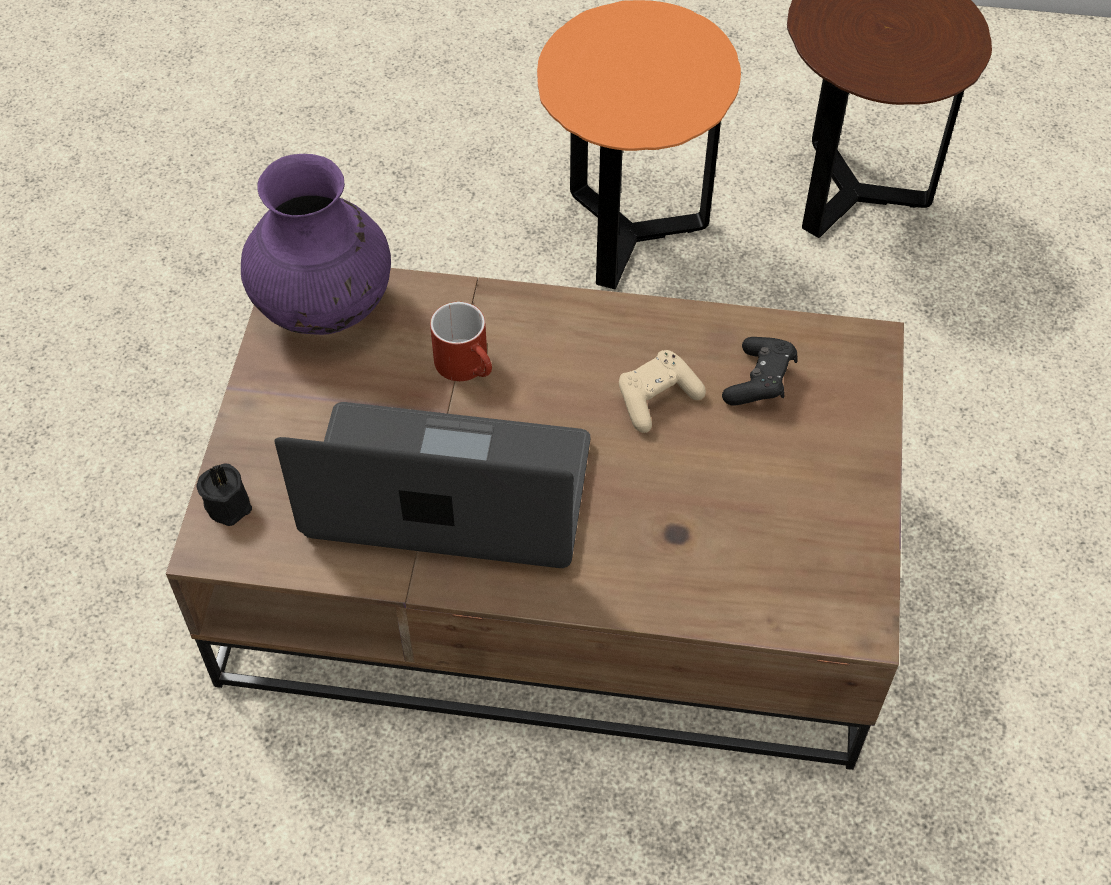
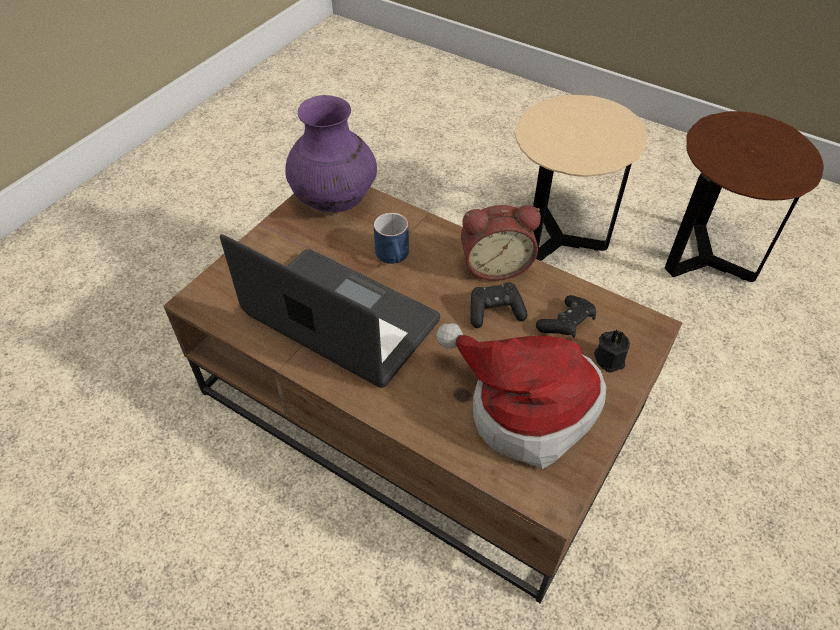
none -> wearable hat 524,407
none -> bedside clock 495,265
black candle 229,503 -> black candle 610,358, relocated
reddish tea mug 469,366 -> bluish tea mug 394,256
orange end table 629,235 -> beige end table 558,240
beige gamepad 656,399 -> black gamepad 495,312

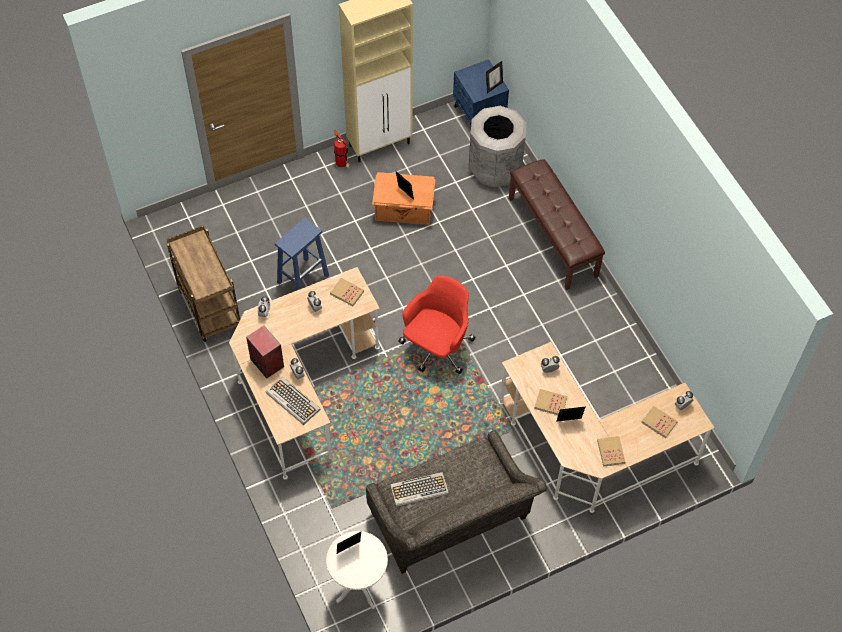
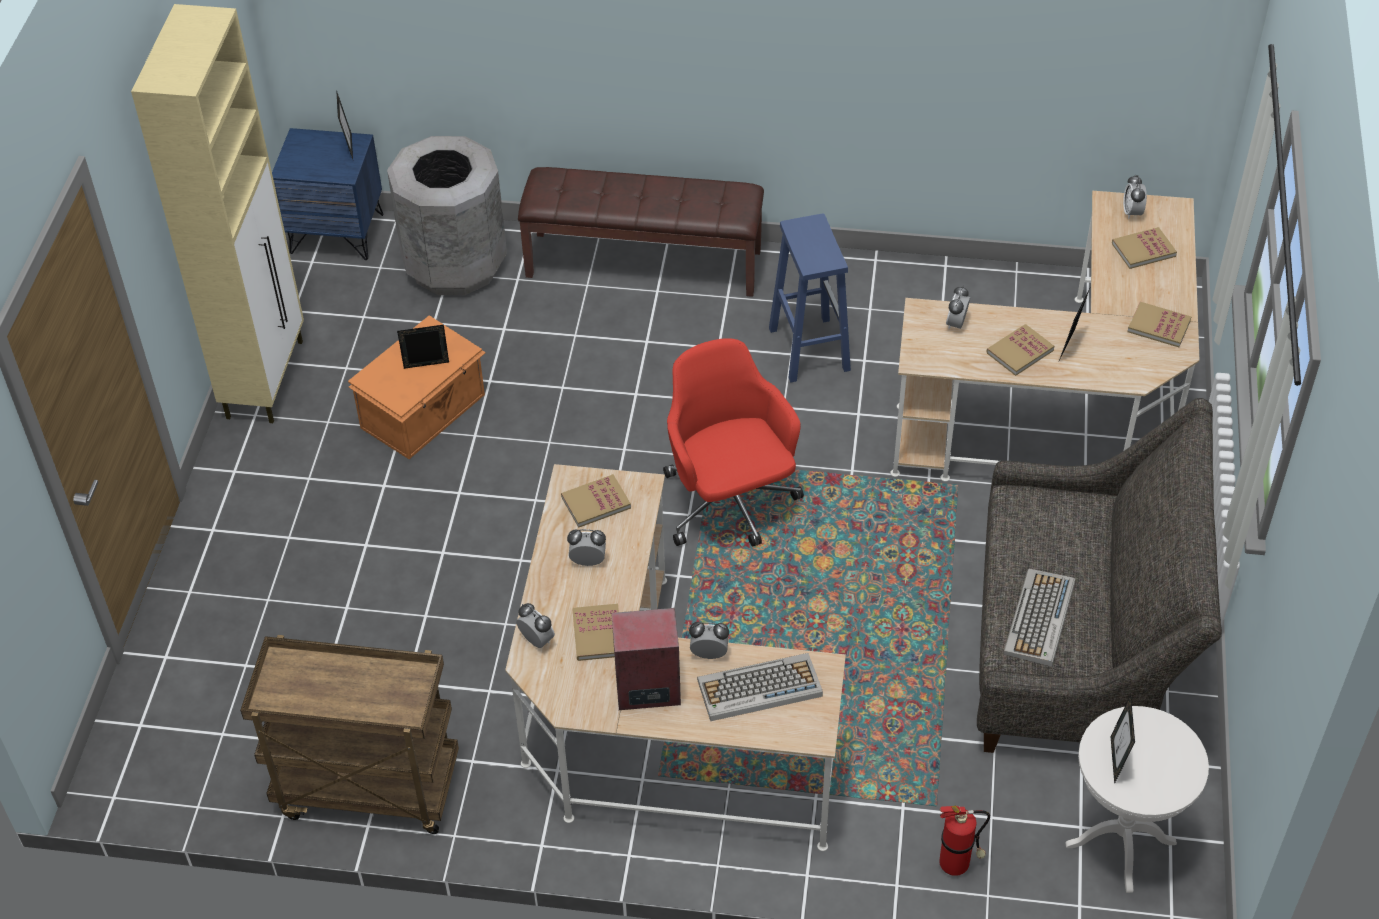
none -> book 597,634
bluish stool seat 303,278 -> bluish stool seat 808,348, relocated
extinguisher 342,164 -> extinguisher 957,865, relocated

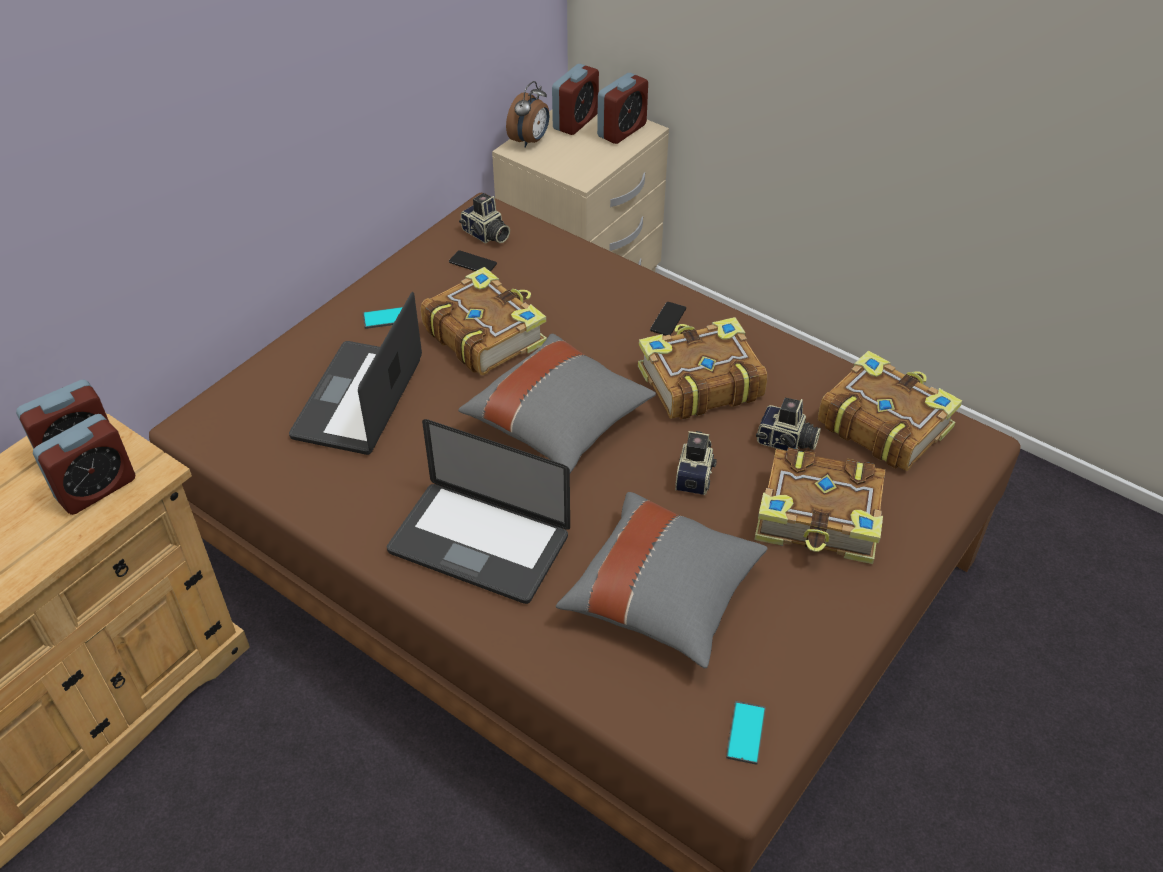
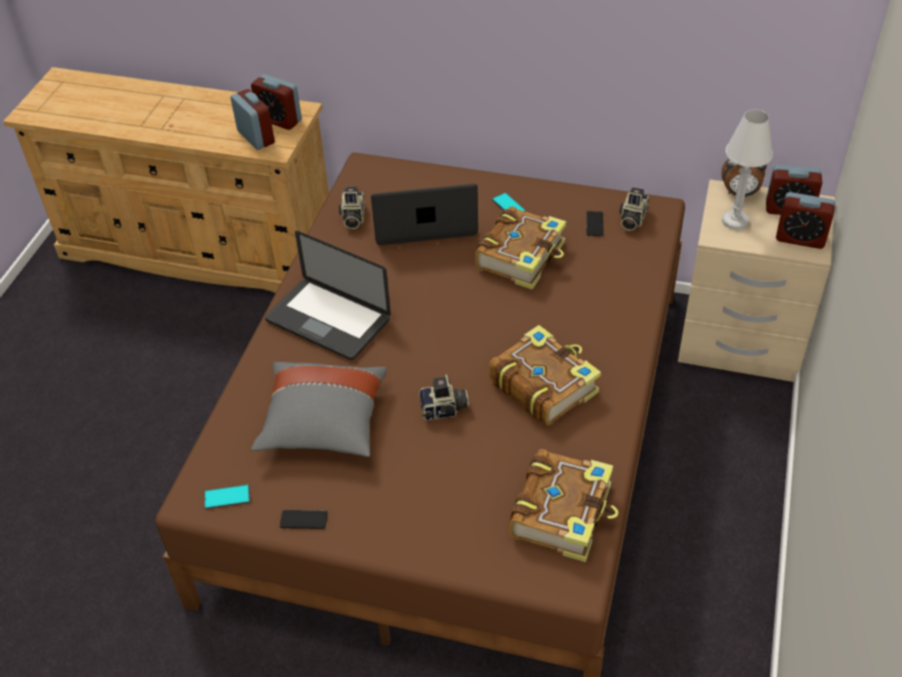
greyish pillow 558,422 -> none
book 820,519 -> none
none -> white table lamp 735,221
handset 668,319 -> handset 303,520, relocated
photo camera 786,442 -> photo camera 352,218, relocated
bedside clock 96,488 -> bedside clock 256,137, 150 degrees counterclockwise
portable computer 479,544 -> portable computer 328,320, 60 degrees counterclockwise

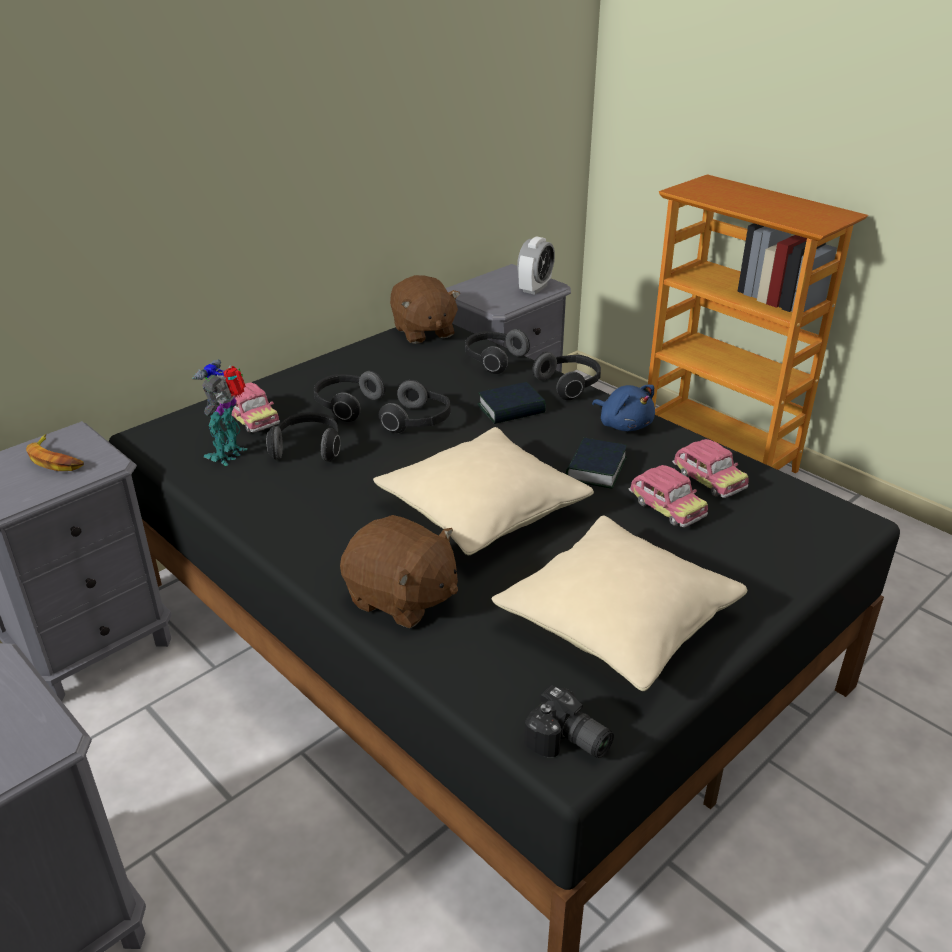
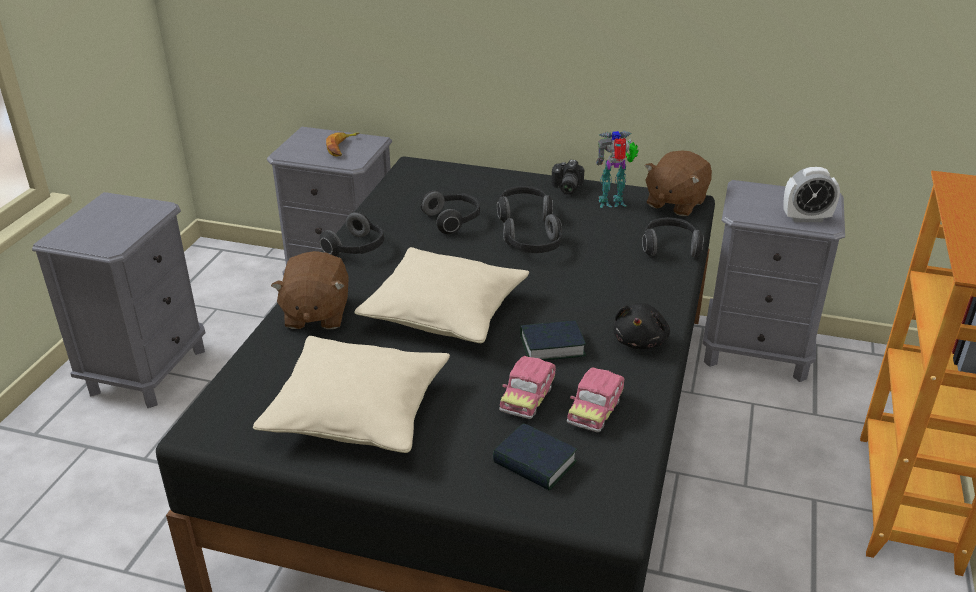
model car 251,419 -> none
robot figure 230,454 -> robot figure 613,203, relocated
book 511,409 -> book 534,463, relocated
photo camera 568,743 -> photo camera 565,188, relocated
pair of headphones 569,385 -> pair of headphones 356,249, relocated
bluish cuddly toy 624,424 -> black cuddly toy 640,341

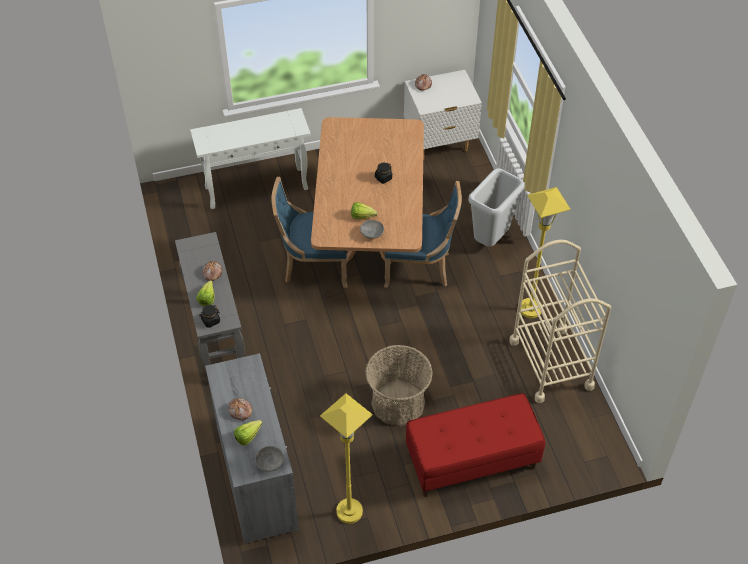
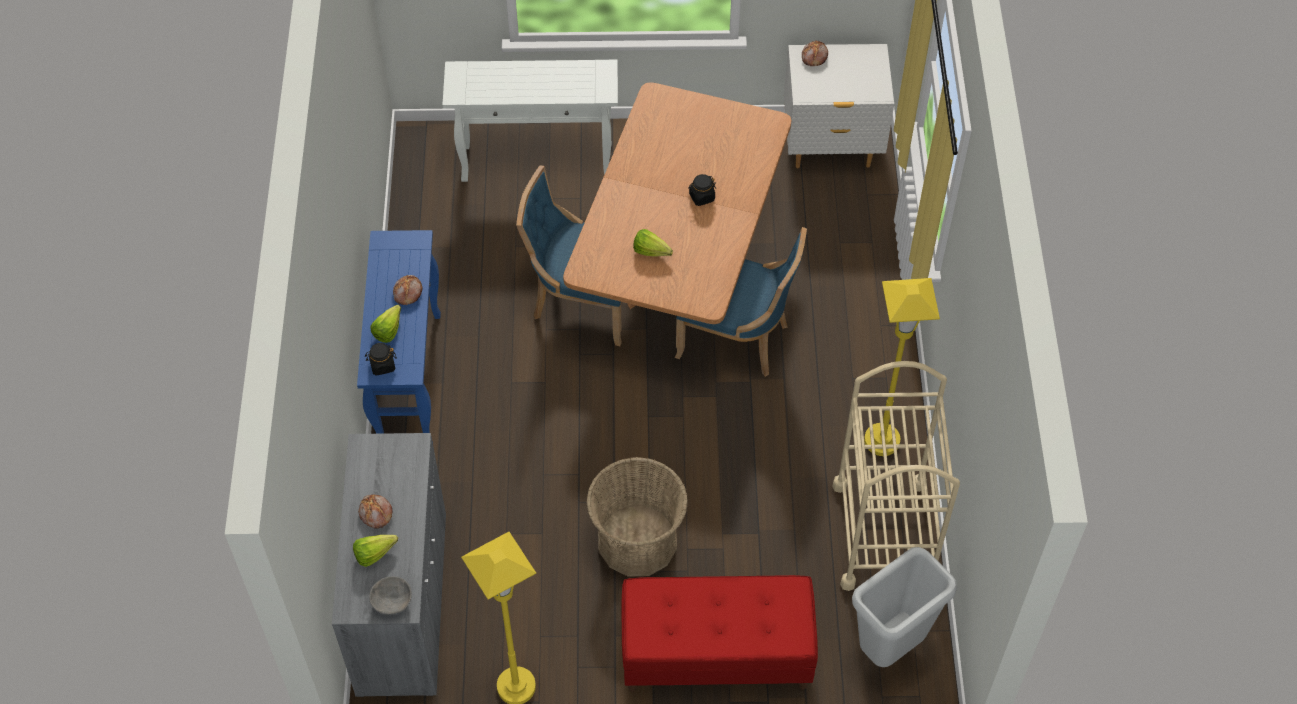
greyish bowl 372,234 -> none
greyish waste bin 491,241 -> greyish waste bin 890,649, relocated
greyish narrow table 216,336 -> bluish narrow table 409,379

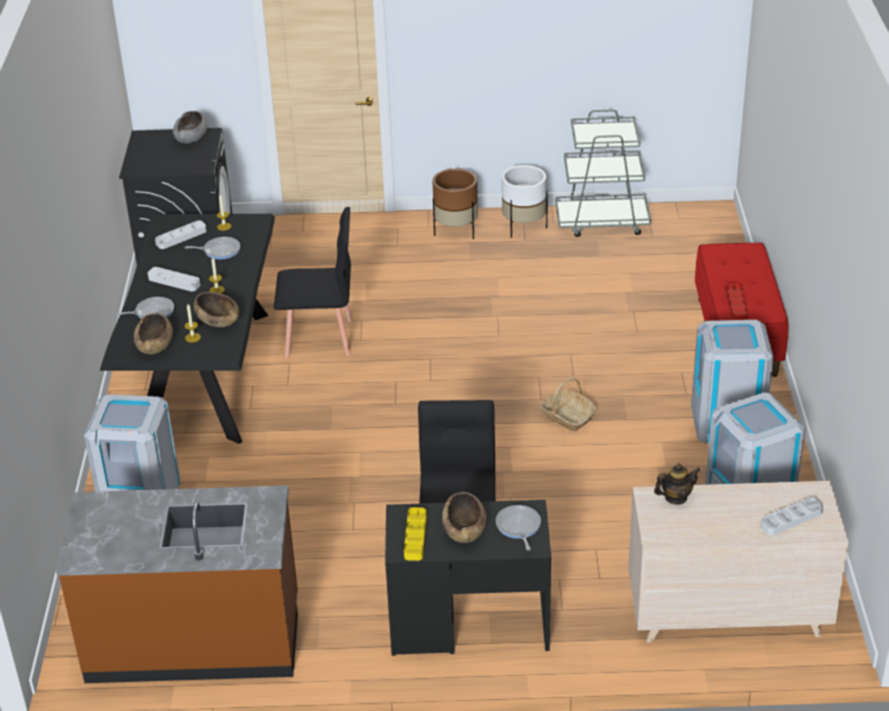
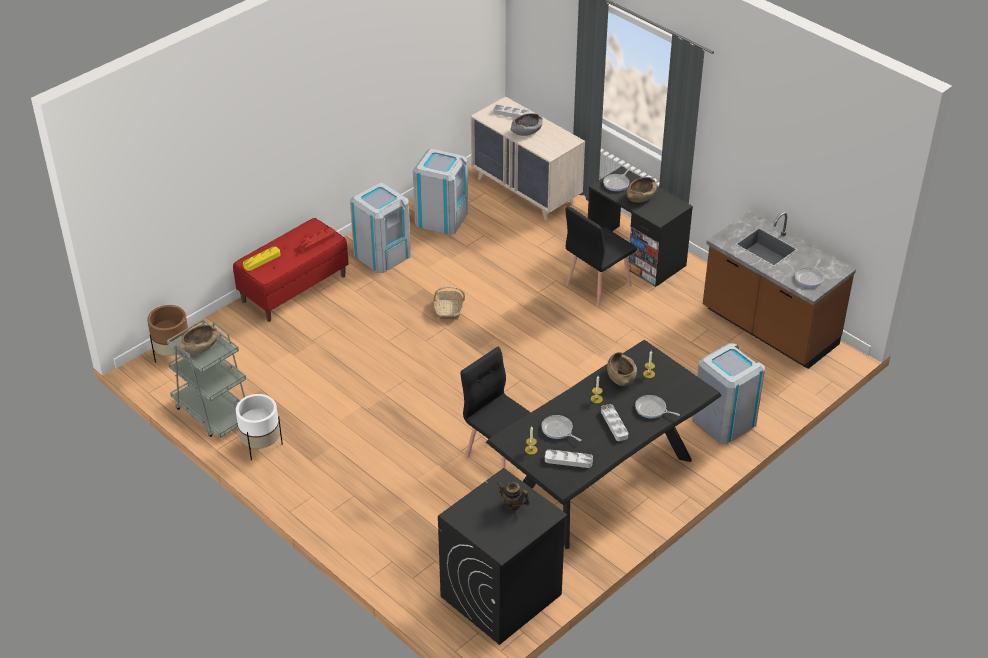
none -> skillet 809,278
brown bowl 155,345 -> brown bowl 200,346, relocated
greyish bowl 191,137 -> greyish bowl 526,131, relocated
yellowish tray 415,536 -> yellowish tray 262,260, relocated
brown flower pot 456,231 -> brown flower pot 173,355, relocated
teapot 675,497 -> teapot 512,505, relocated

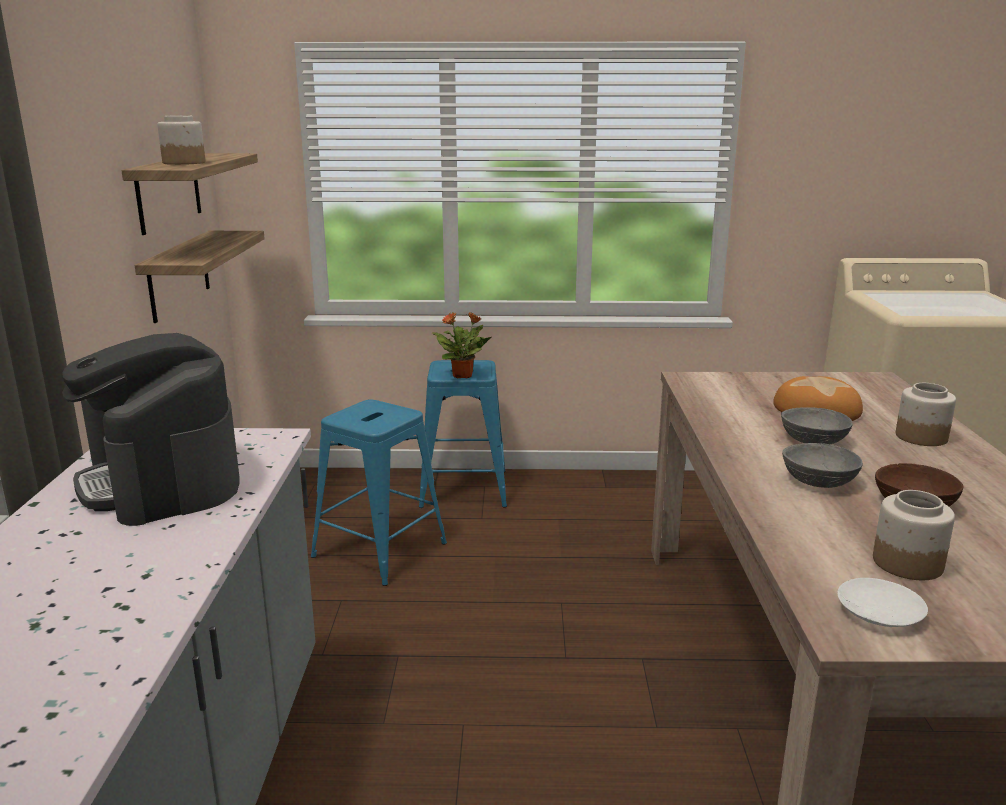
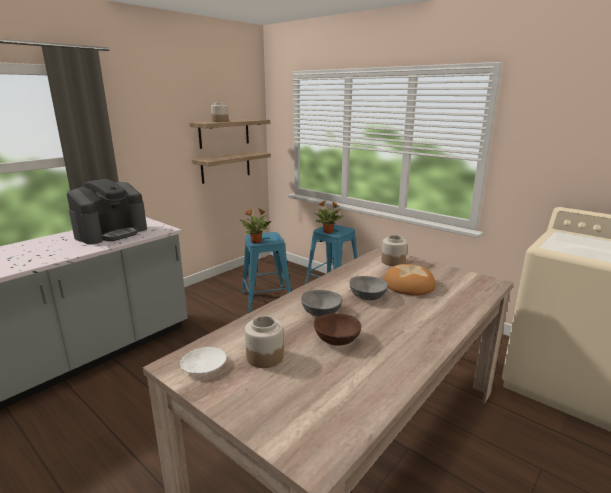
none -> potted plant 256,241
preserve jar 920,437 -> preserve jar 393,261, relocated
coffee maker 162,481 -> coffee maker 111,233, 150 degrees counterclockwise

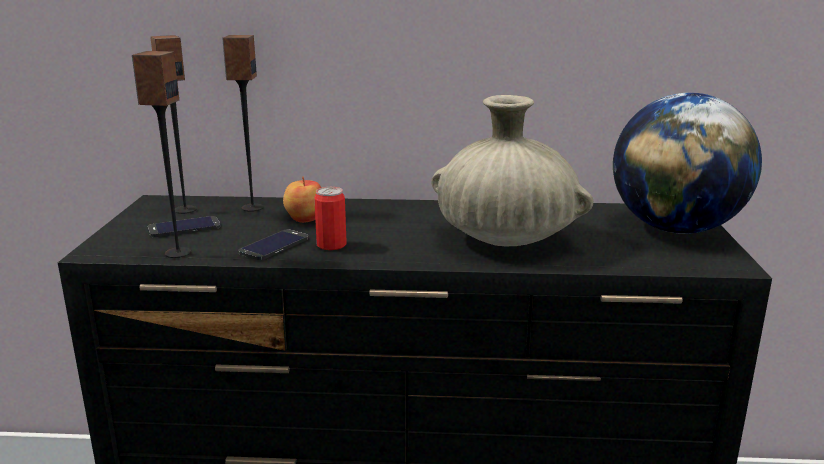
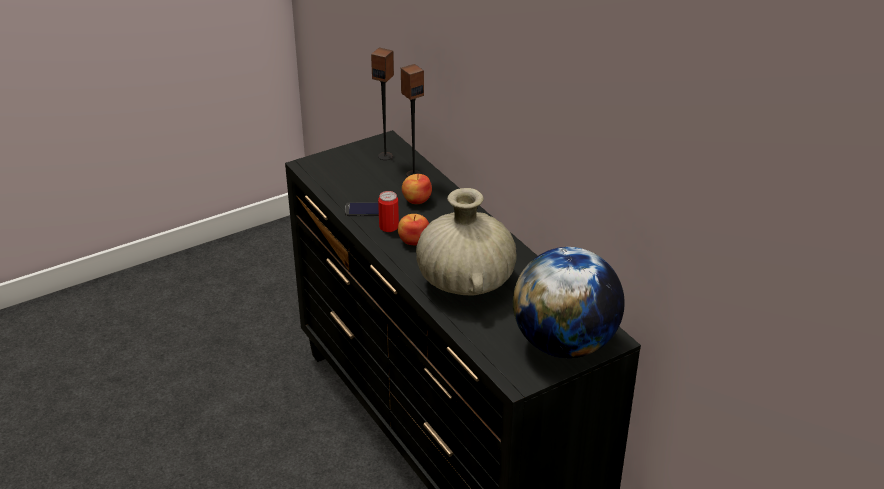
audio speaker 177,253 -> none
handset 184,227 -> none
none -> apple fruit 414,240

